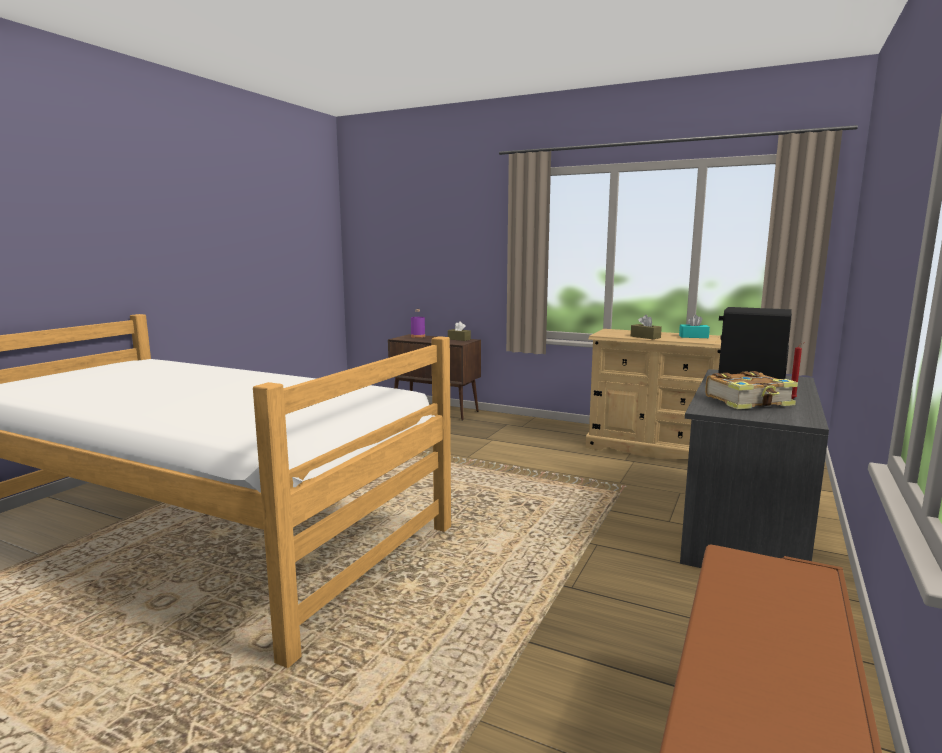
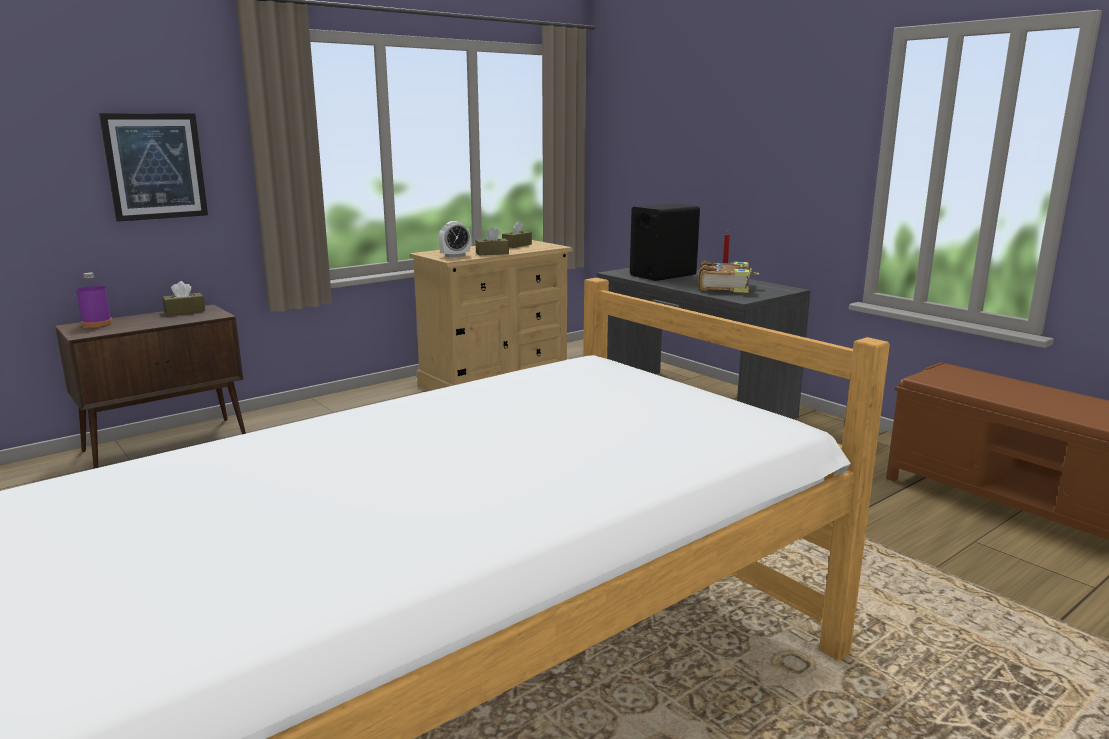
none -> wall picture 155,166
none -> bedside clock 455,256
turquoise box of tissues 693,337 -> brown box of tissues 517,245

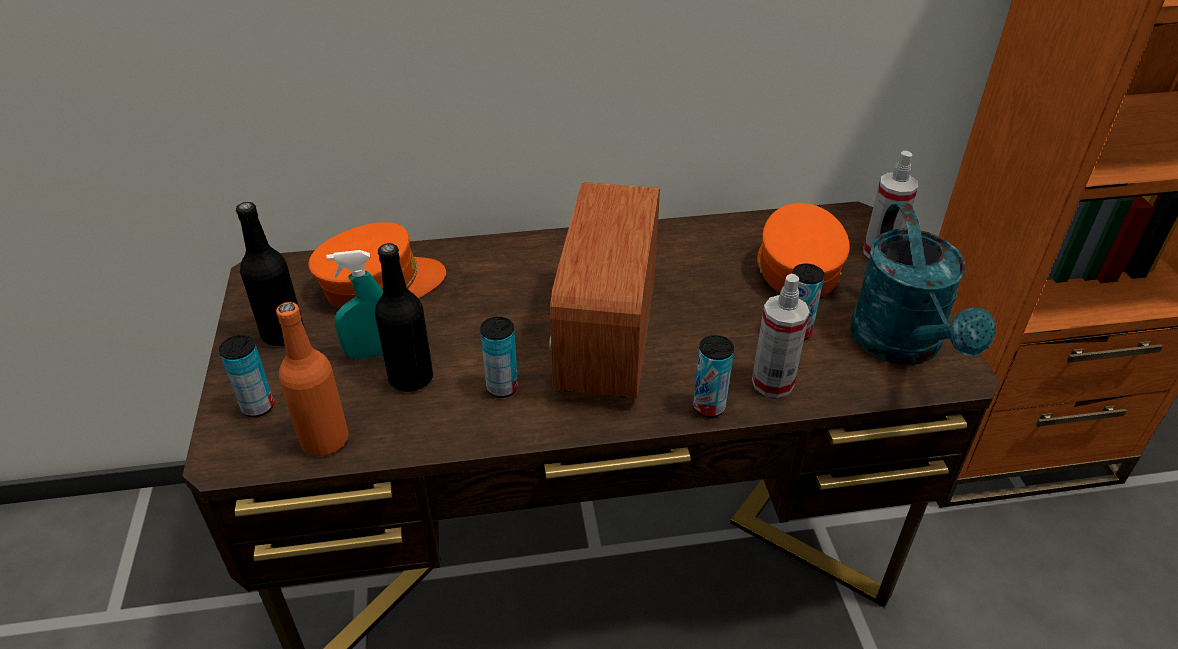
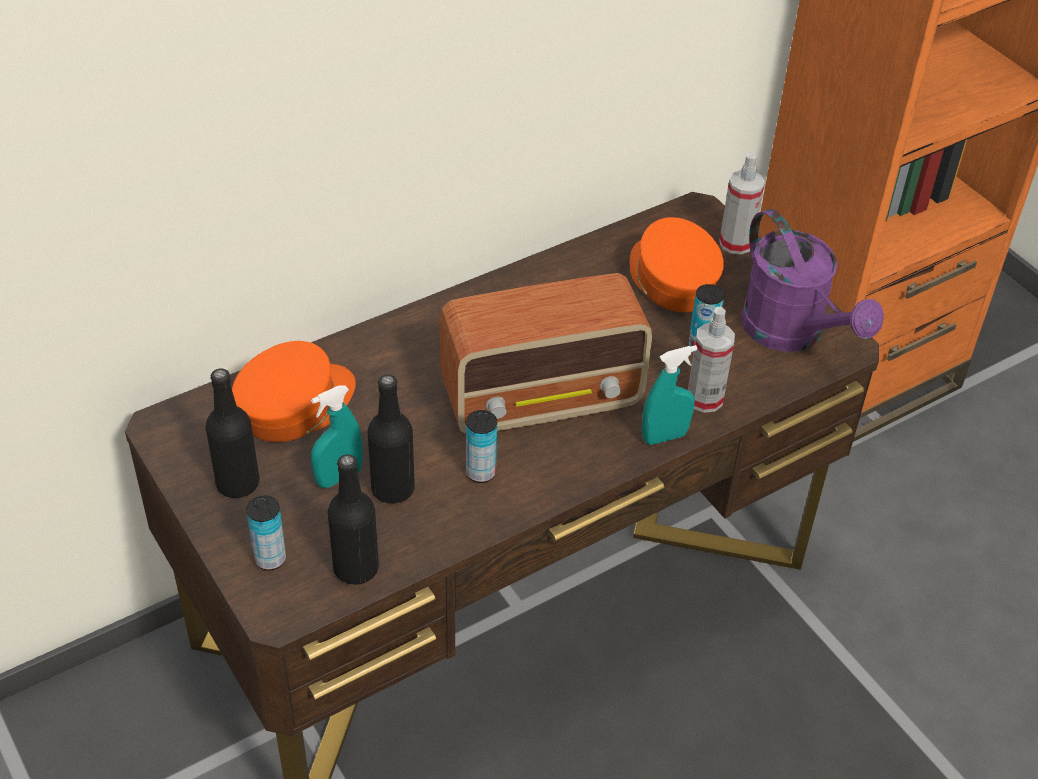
sealed can 709,407 -> turquoise hand sprayer 664,436
orange bottle 324,440 -> black bottle 356,568
turquoise watering pot 903,346 -> purplish watering pot 793,334
radio receiver 606,338 -> radio receiver 544,399, 90 degrees counterclockwise

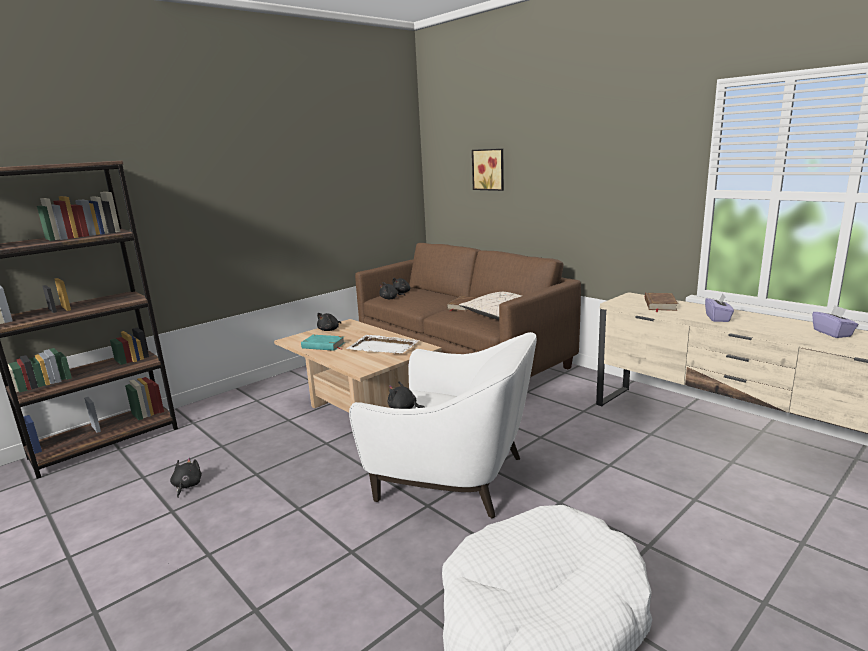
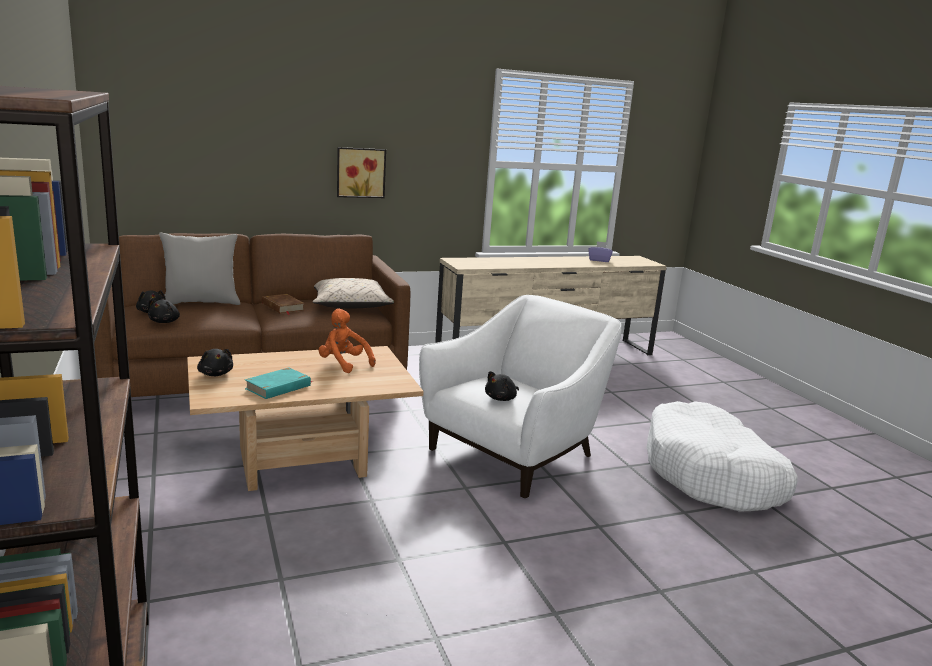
black cuddly toy 187,486 -> none
brown book 660,305 -> none
purplish box of tissues 718,318 -> none
none -> greyish pillow 201,303
wall picture 489,169 -> wall picture 360,172, relocated
white tray 383,347 -> orange cuddly toy 343,364

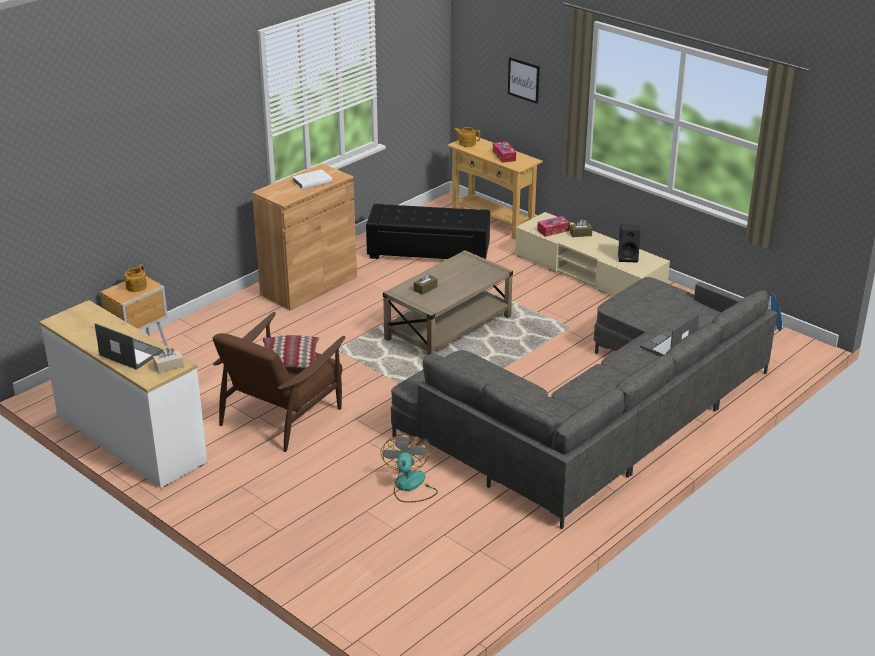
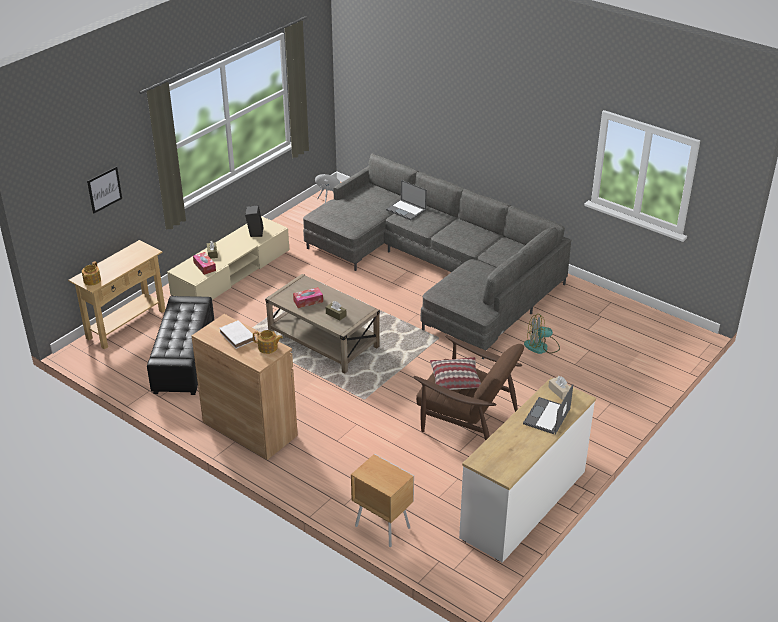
teapot 136,287 -> teapot 268,348, relocated
box of tissues 504,156 -> box of tissues 308,301, relocated

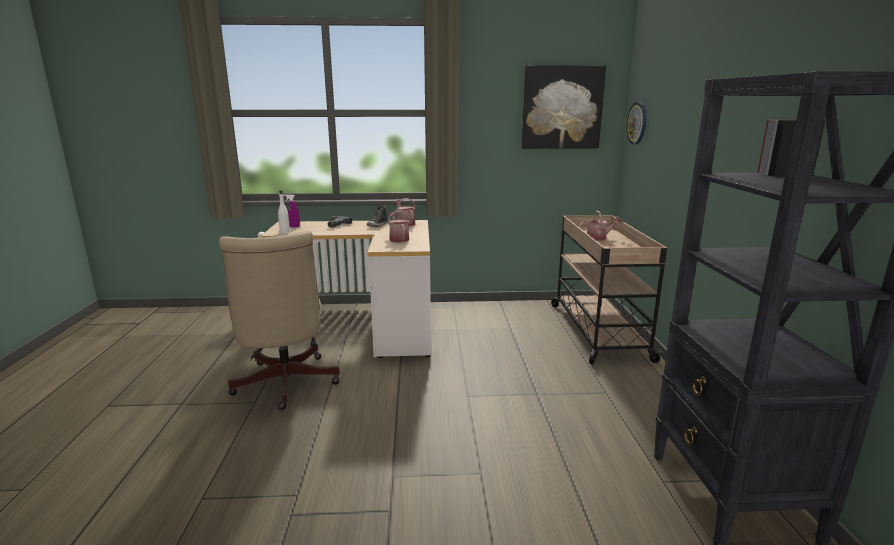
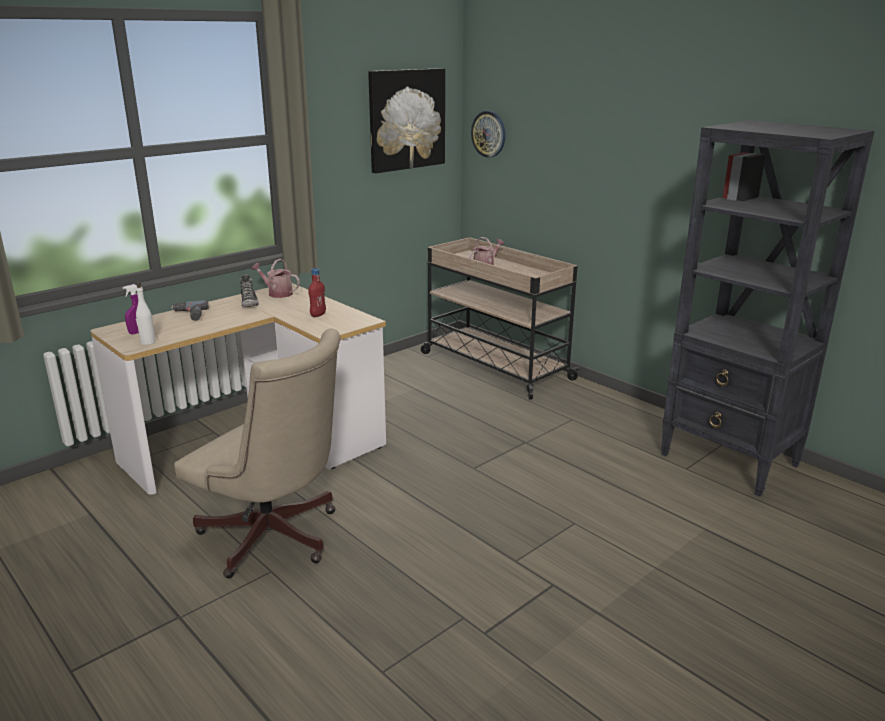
watering pot 398,239 -> reddish bottle 318,315

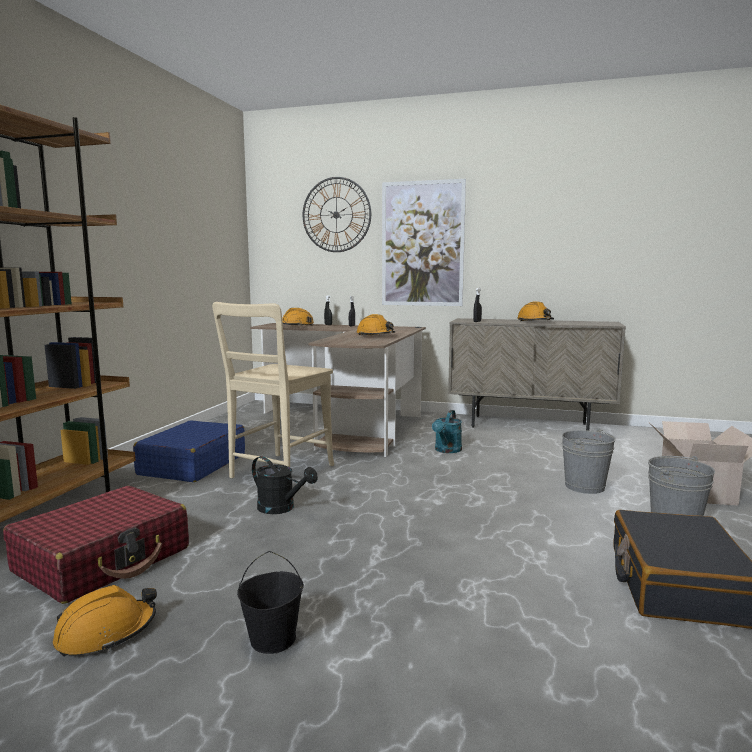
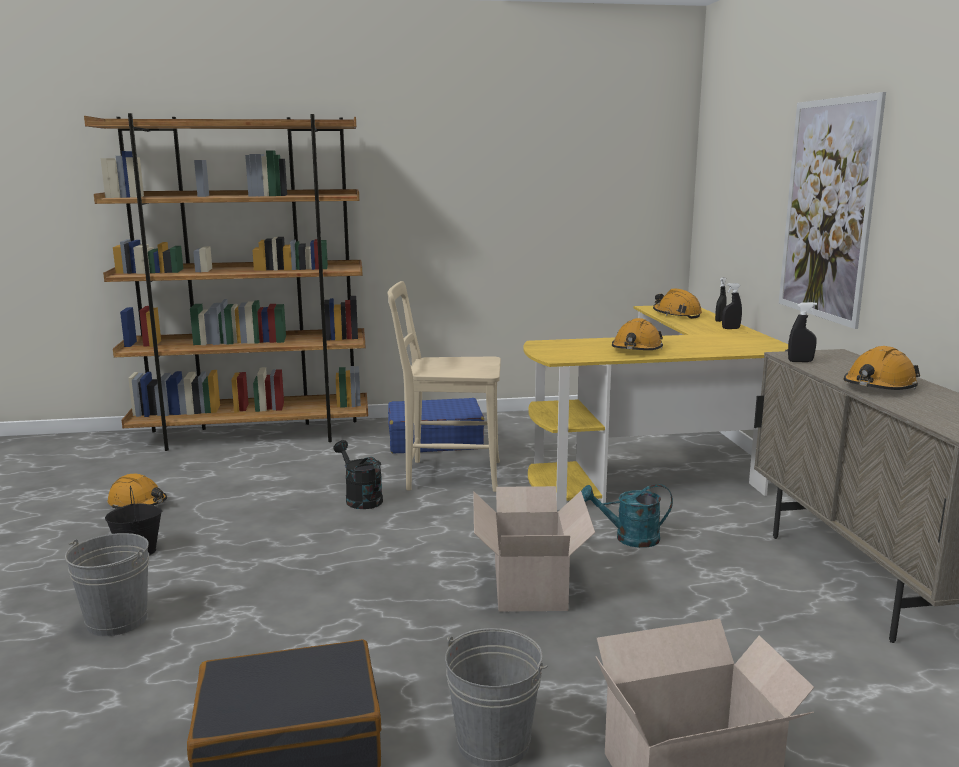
reddish travel case 104,560 -> none
hanging clock 336,215 -> none
none -> packing box 530,583
greyish pail 584,486 -> greyish pail 117,620, relocated
brown desk 350,423 -> yellowish desk 664,465
black watering pot 281,508 -> black watering pot 360,499, 135 degrees clockwise

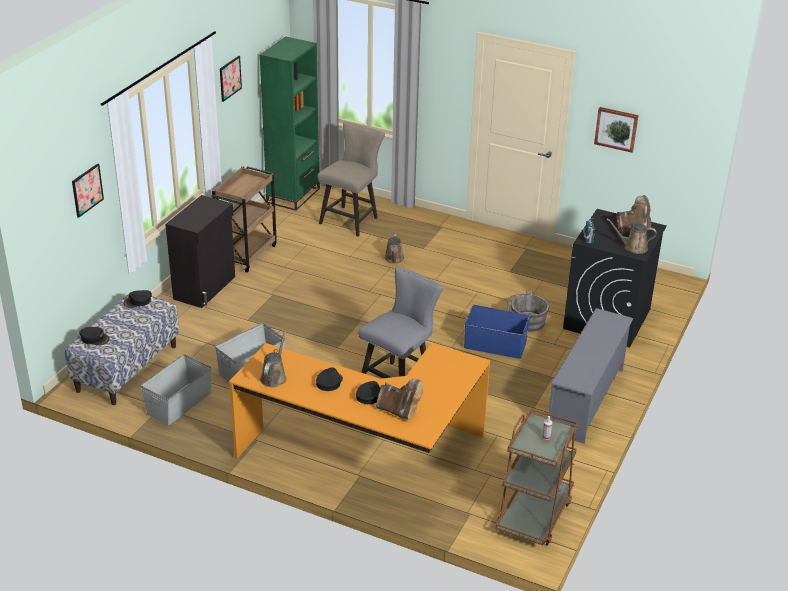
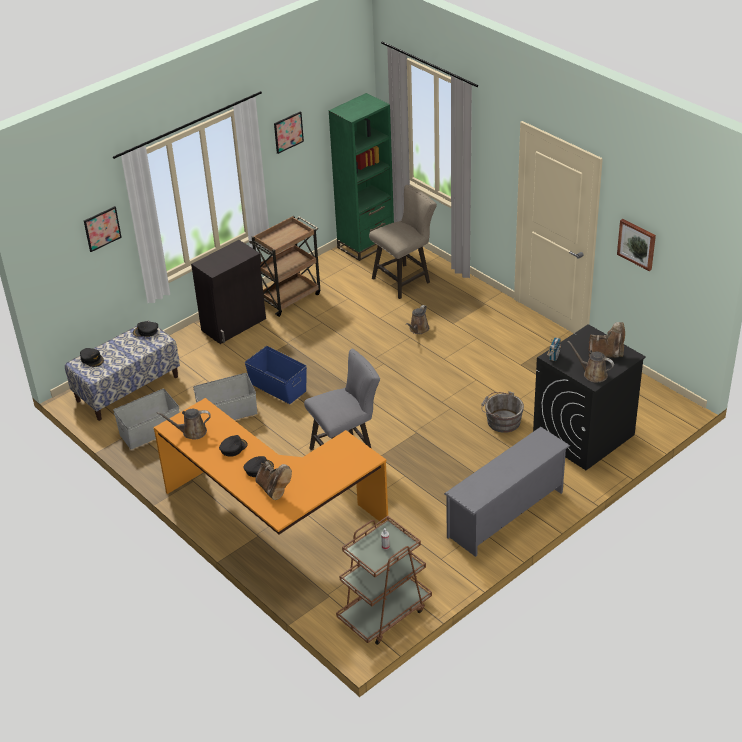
bluish storage box 495,345 -> bluish storage box 278,387, relocated
brown watering pot 274,377 -> brown watering pot 191,432, 135 degrees counterclockwise

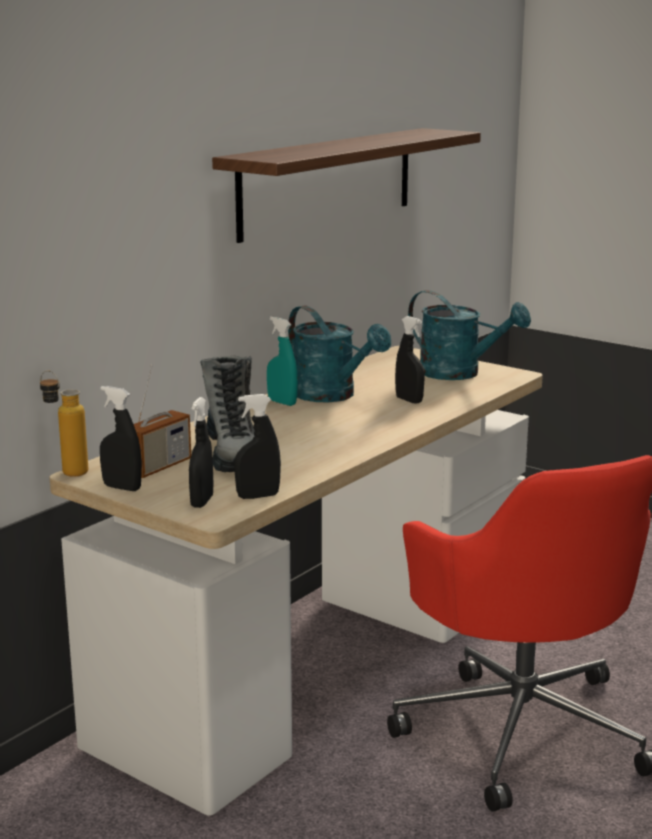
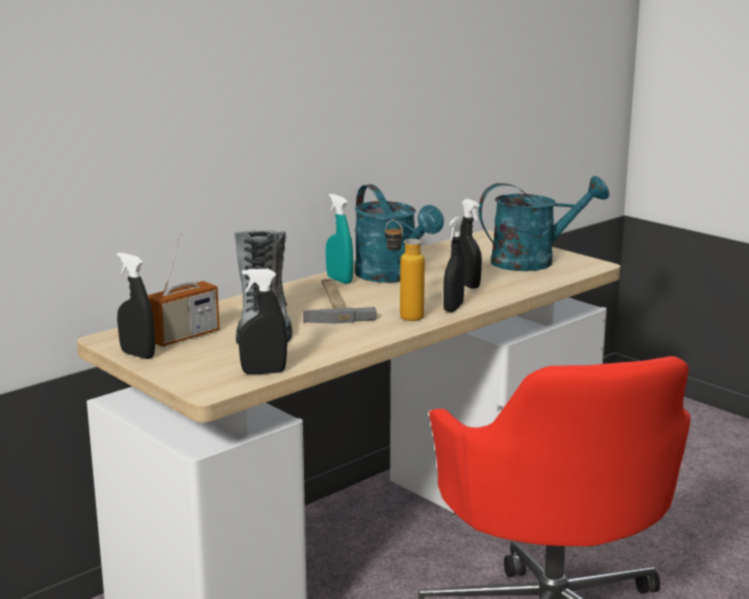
wall shelf 328,182 -> none
none -> hand hammer 332,304
bottle 66,471 -> bottle 403,315, relocated
black hand sprayer 202,502 -> black hand sprayer 453,308, relocated
turquoise watering pot 460,374 -> turquoise watering pot 534,261, 60 degrees counterclockwise

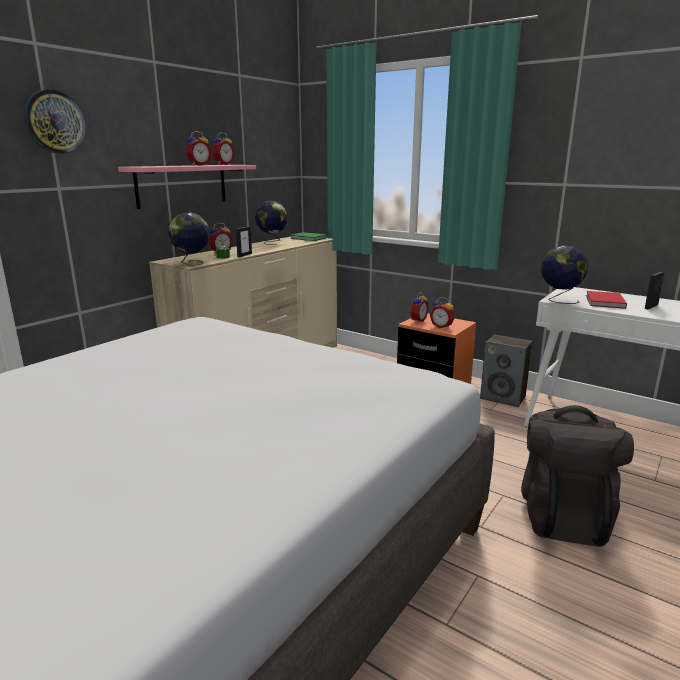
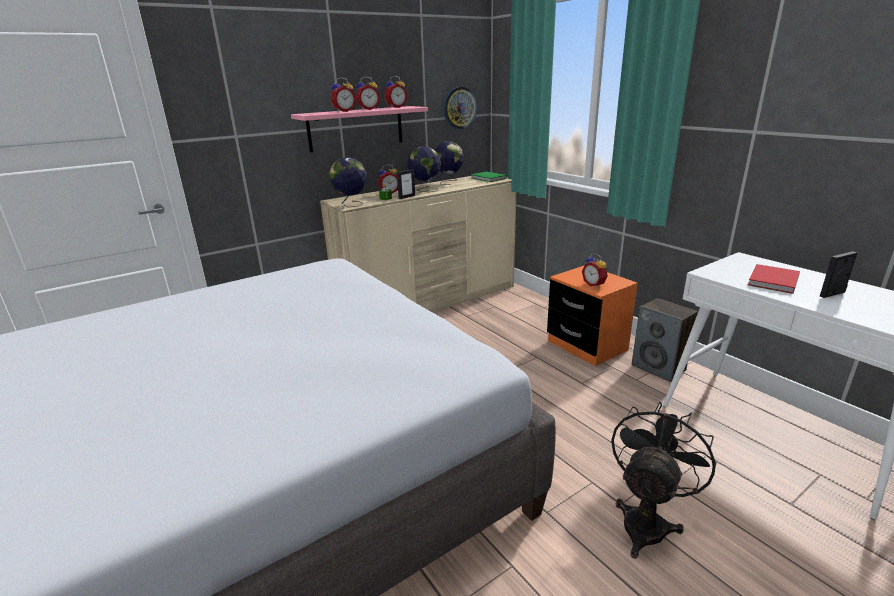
hanging clock 55,122 -> hanging clock 459,108, relocated
bedside clock 417,320 -> bedside clock 344,111, relocated
globe 559,300 -> globe 425,189, relocated
black rucksack 563,515 -> black electric fan 647,521

